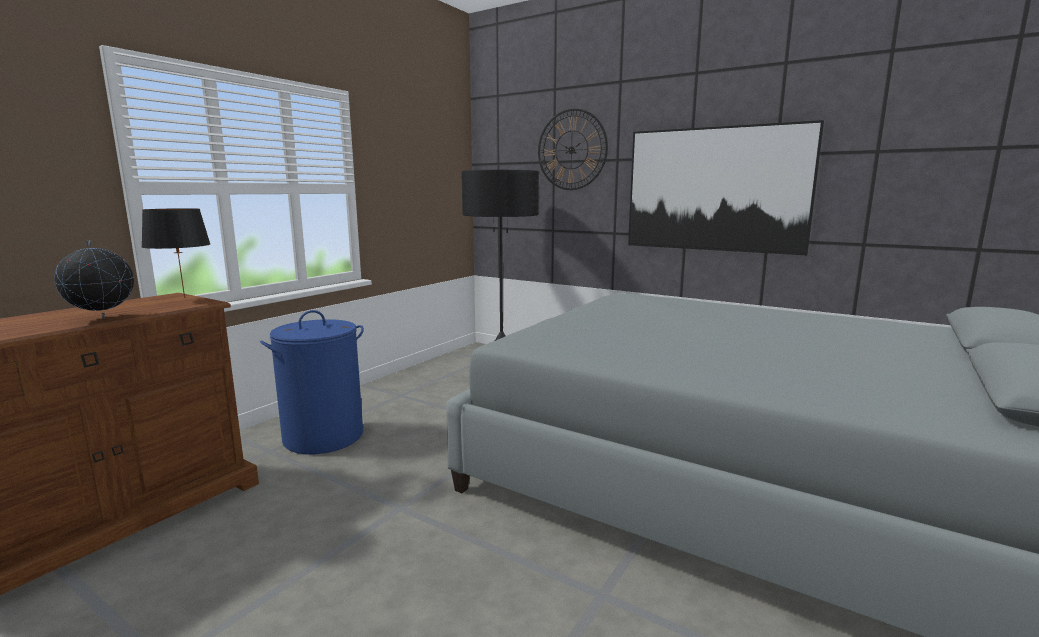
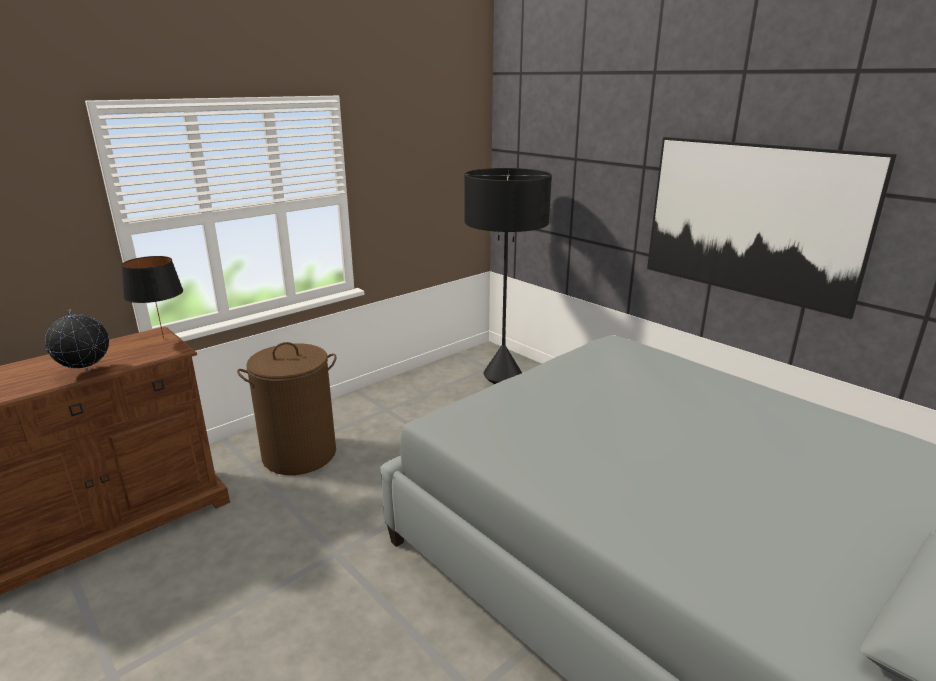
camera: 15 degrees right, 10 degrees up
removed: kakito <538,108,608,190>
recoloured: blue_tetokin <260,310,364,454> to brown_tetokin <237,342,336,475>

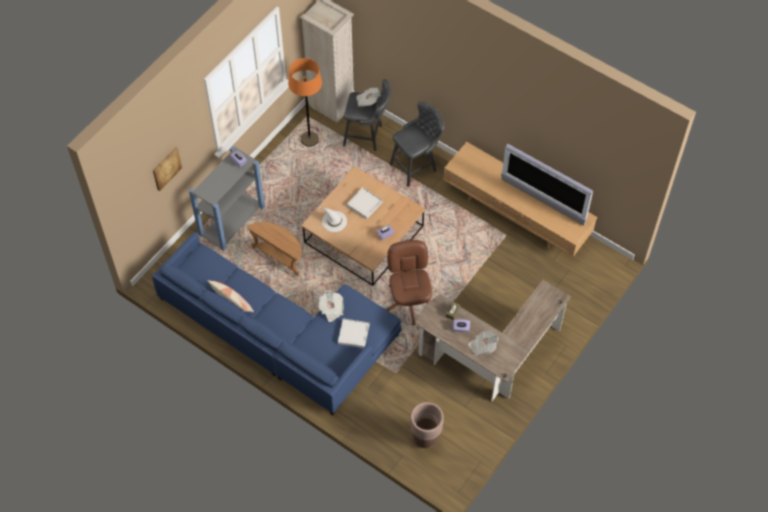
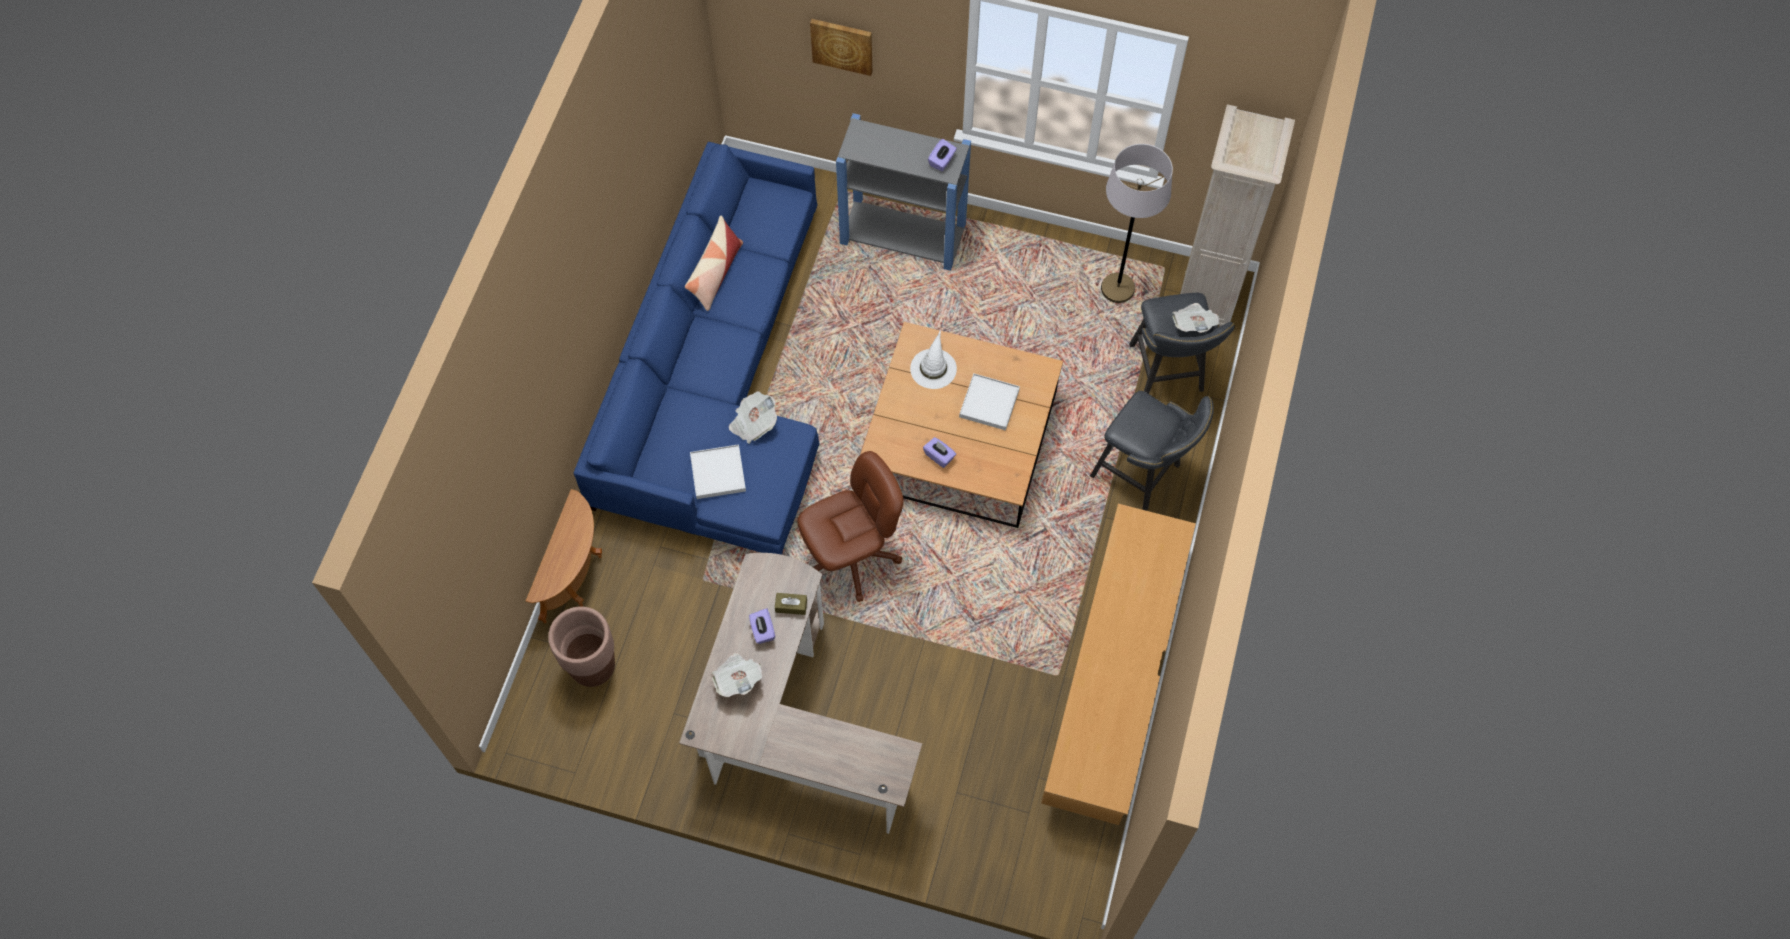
camera: 70 degrees right, 5 degrees up
removed: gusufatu <501,144,593,226>
moved: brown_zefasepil <246,222,301,277> to <526,489,602,624>
recoloured: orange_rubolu <288,58,322,147> to grey_rubolu <1101,144,1173,303>

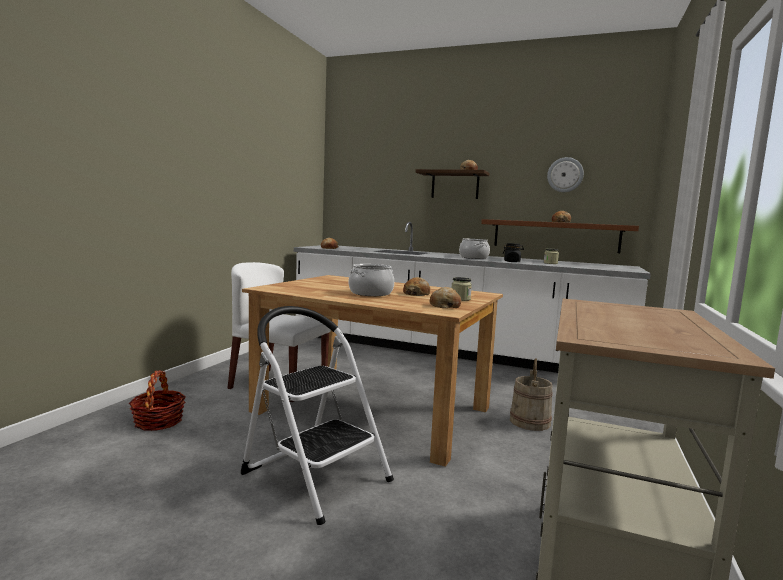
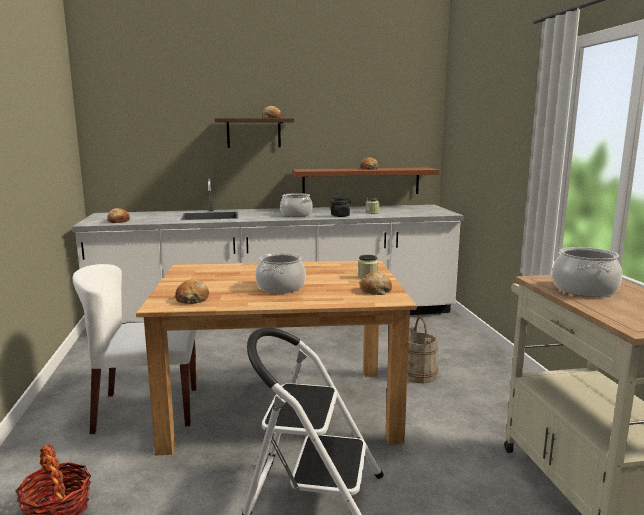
camera: 30 degrees left, 5 degrees up
removed: kakito <547,157,584,192>
added: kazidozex <552,247,622,297>
moved: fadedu <403,277,430,296> to <175,279,209,304>

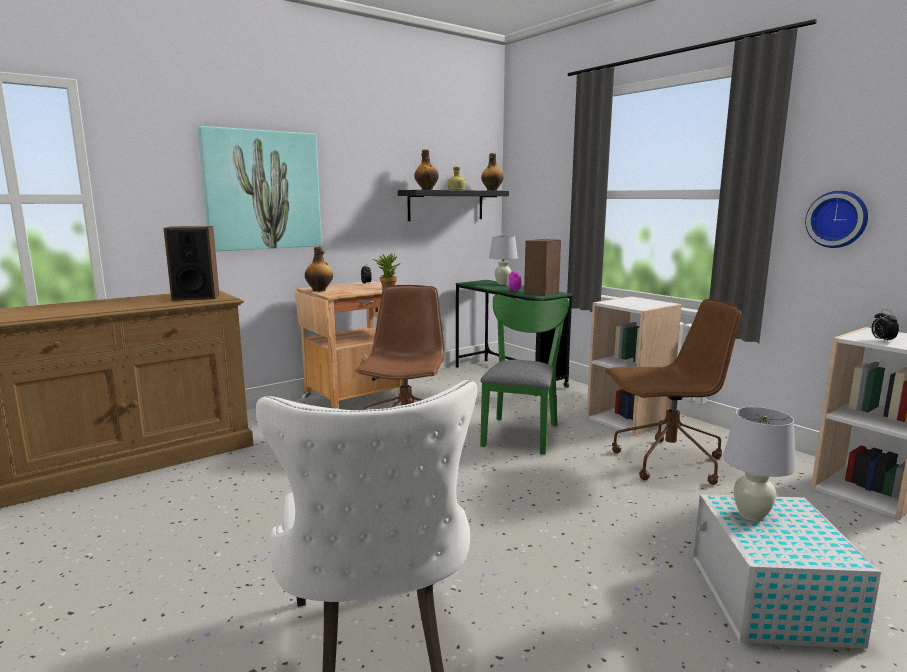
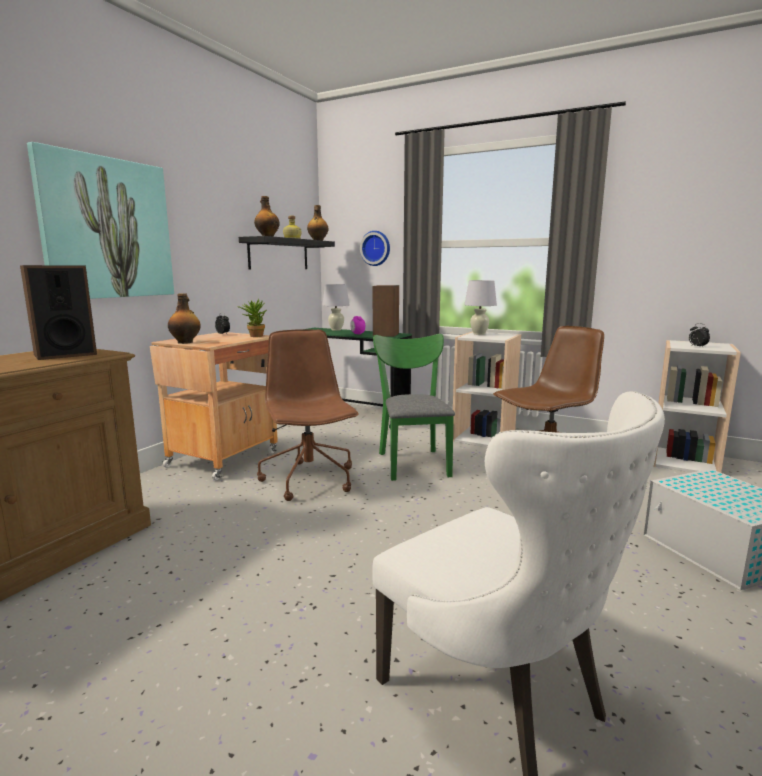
camera: 25 degrees left, 0 degrees up
moved: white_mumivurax <723,407,796,522> to <464,280,497,335>; kakito <805,191,868,248> to <360,231,390,266>

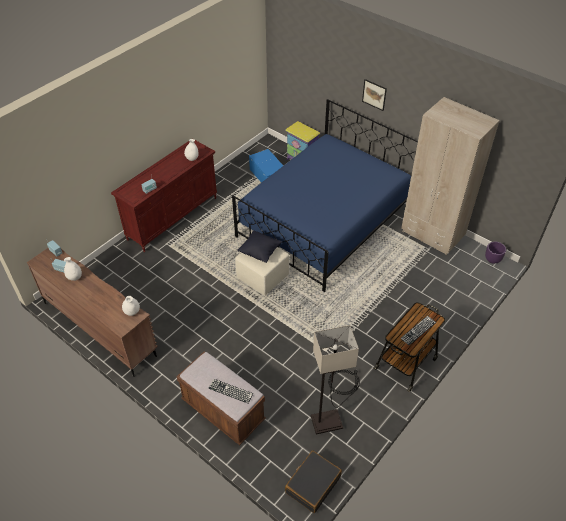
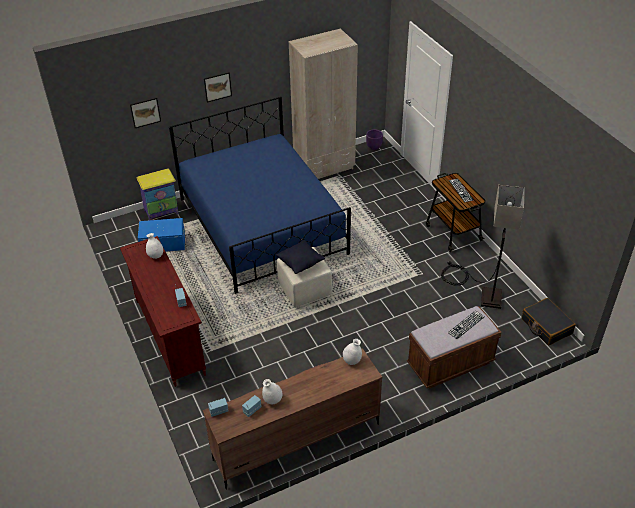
camera: 65 degrees left, 5 degrees down
added: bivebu <130,98,161,128>

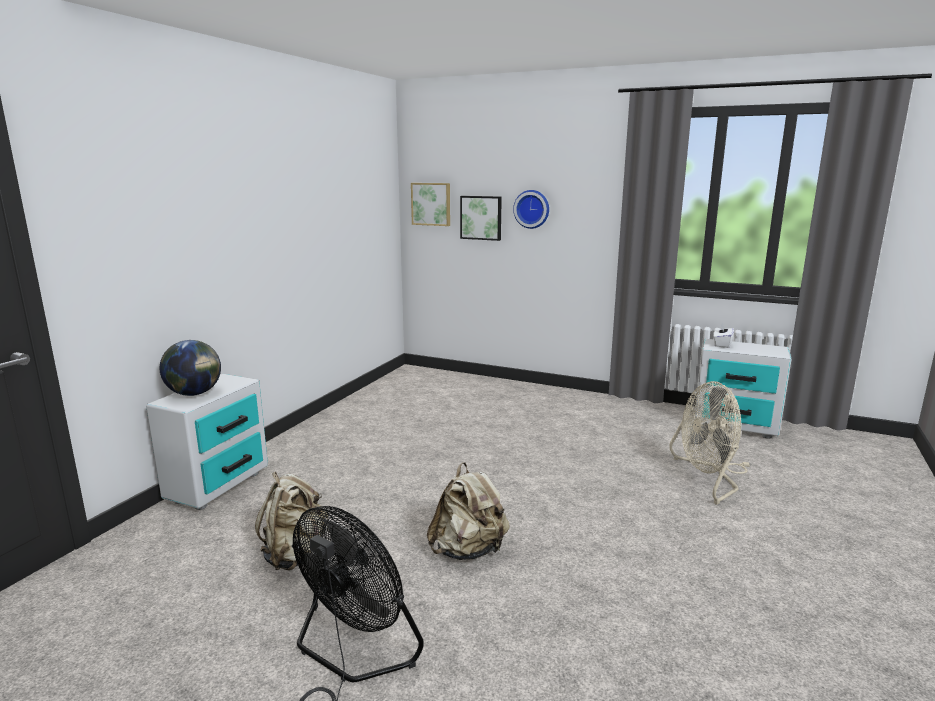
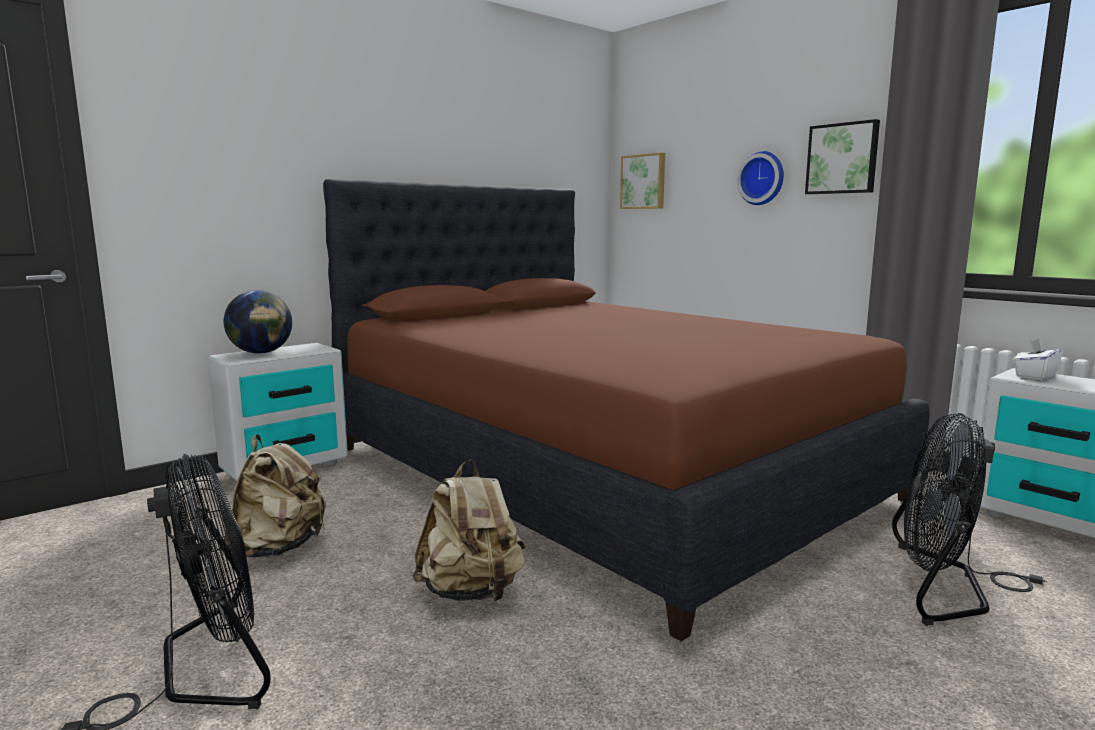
camera: 25 degrees right, 5 degrees down
added: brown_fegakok <323,179,930,641>
moved: bivebu <460,196,502,241> to <805,119,880,194>
recoloured: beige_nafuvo <669,381,751,505> to black_nafuvo <892,413,1047,626>

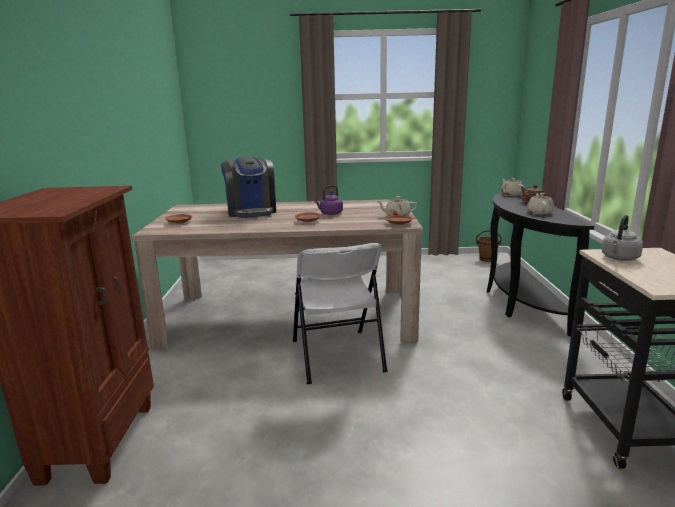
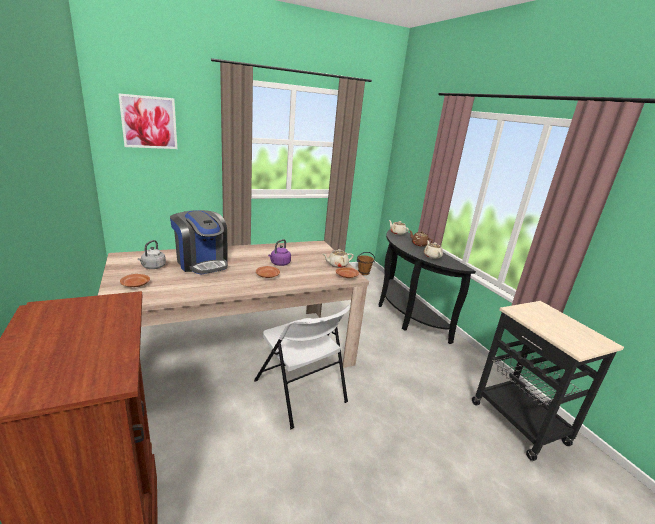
camera: 25 degrees left, 5 degrees up
added: bivebu <118,93,177,149>
moved: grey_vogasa <602,215,643,261> to <138,240,166,269>

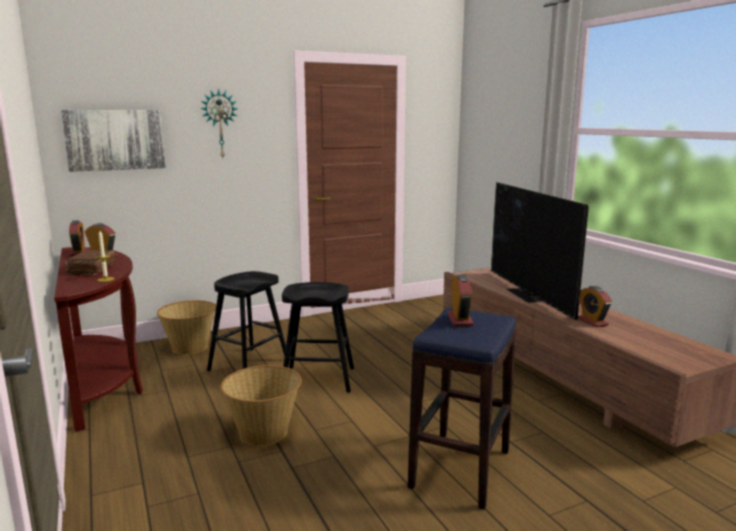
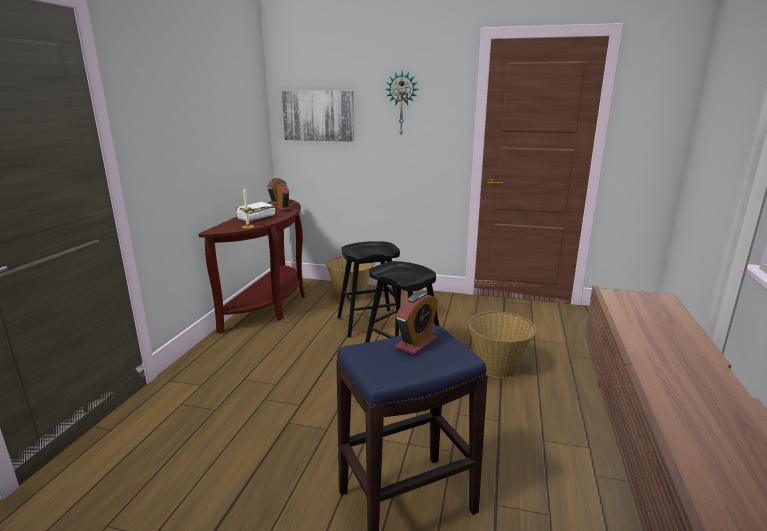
camera: 40 degrees right, 5 degrees up
removed: gusufatu <491,182,589,320>; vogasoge <578,286,612,327>
moved: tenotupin <221,365,302,446> to <468,311,537,378>
recoloured: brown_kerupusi <65,250,115,275> to white_kerupusi <236,202,275,222>

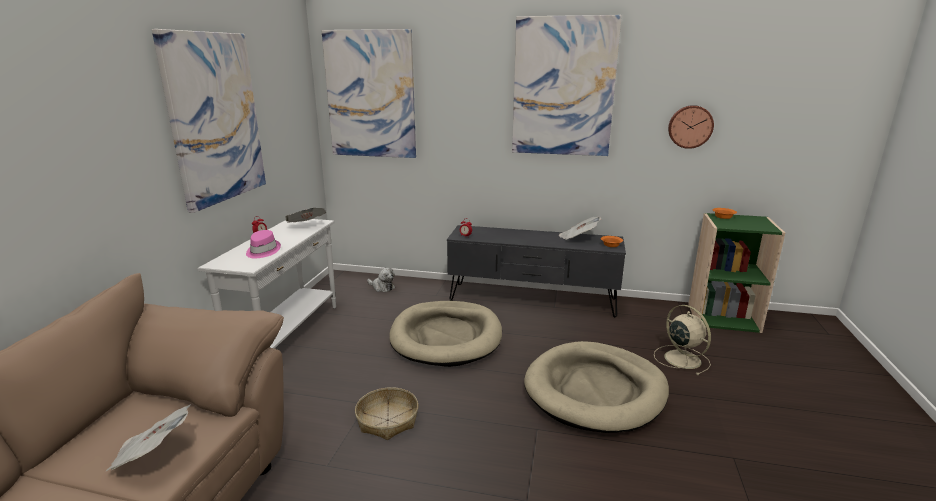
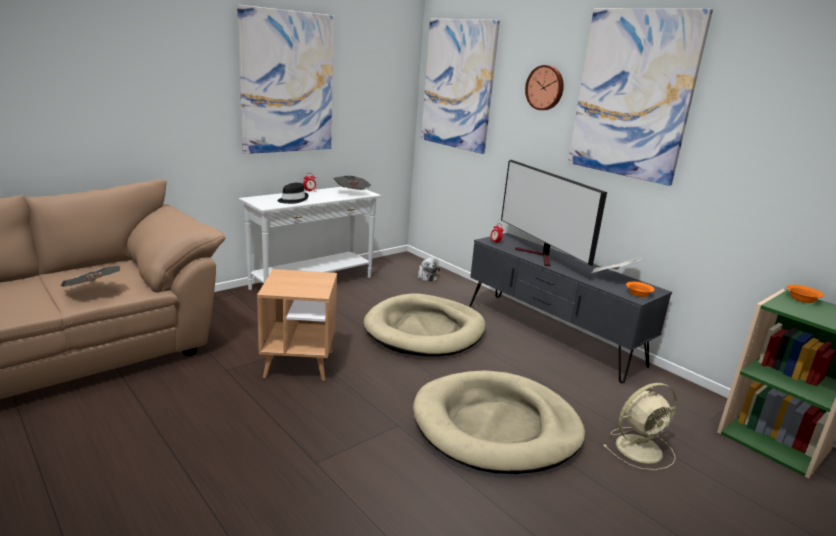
camera: 35 degrees right, 0 degrees up
added: gusufatu <501,159,607,266>
moved: kakito <668,105,714,149> to <525,65,564,110>
replaced: tenotupin <355,387,419,440> to brown_zefasepil <257,269,337,381>
recoloured: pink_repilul <246,230,281,258> to black_repilul <277,183,308,204>
turned: beige_nafuvo <654,305,711,375> = <603,383,677,470> 60 degrees clockwise

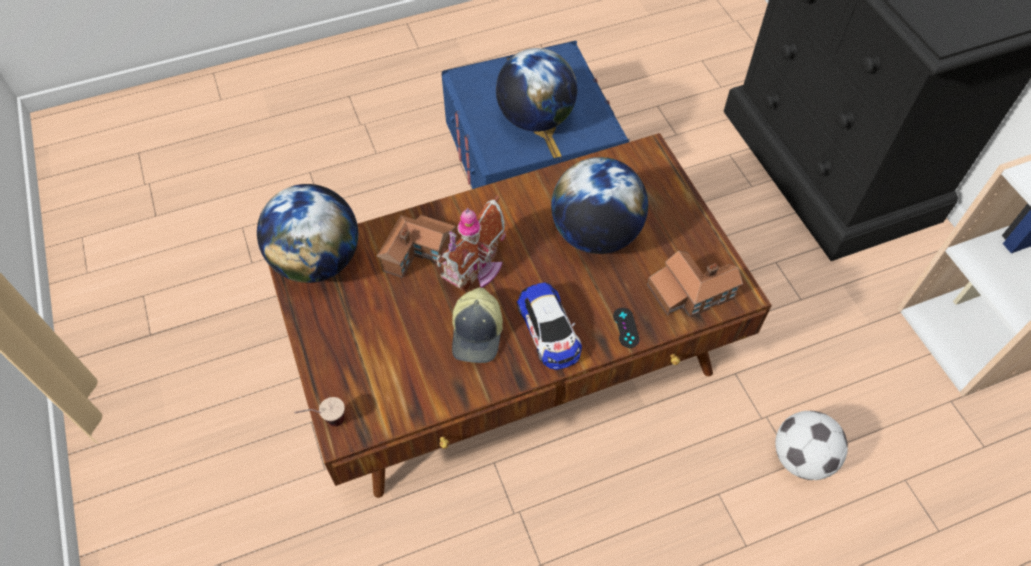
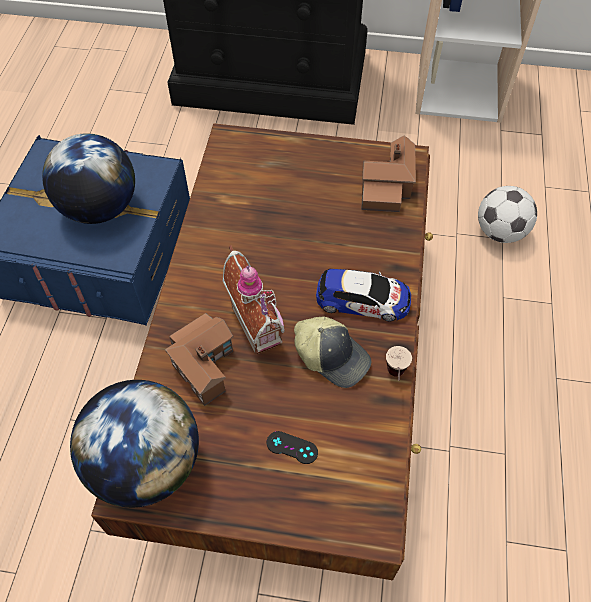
camera: 60 degrees left, 0 degrees up
removed: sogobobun <551,157,648,254>
moved: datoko <294,397,345,427> to <386,346,412,381>; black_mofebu <613,308,640,348> to <267,431,318,464>

